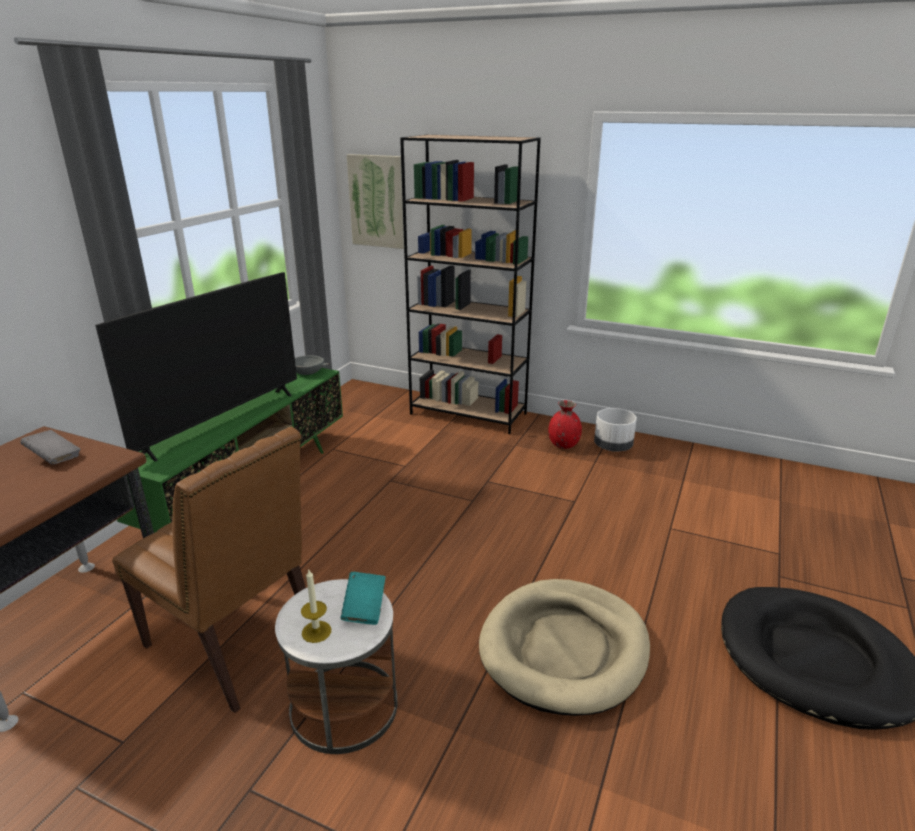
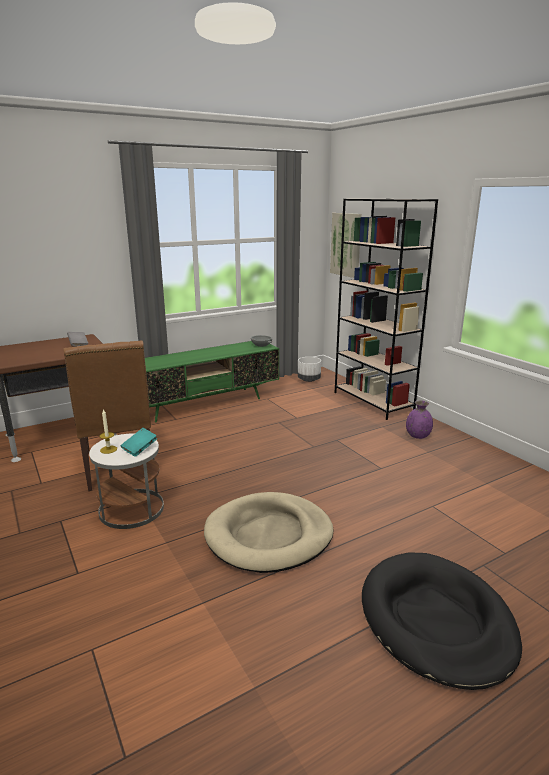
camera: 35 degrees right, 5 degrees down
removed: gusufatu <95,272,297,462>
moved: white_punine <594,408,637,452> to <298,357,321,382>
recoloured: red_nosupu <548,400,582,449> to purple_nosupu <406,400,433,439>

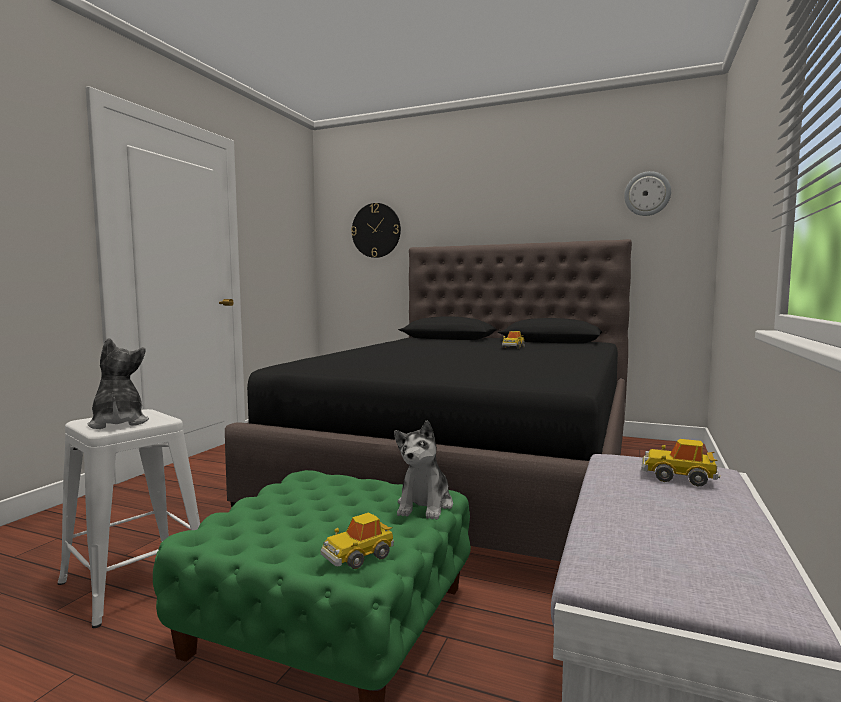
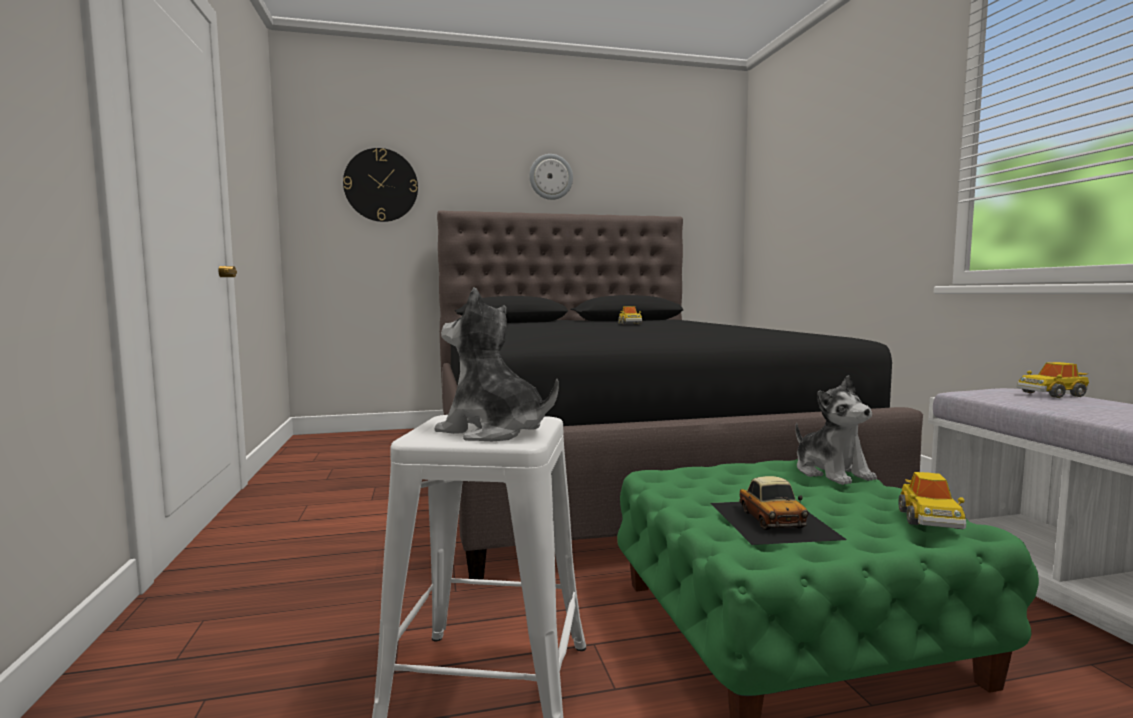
camera: 35 degrees left, 0 degrees up
added: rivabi <711,476,847,545>
moved: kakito <624,171,671,216> to <529,154,573,200>

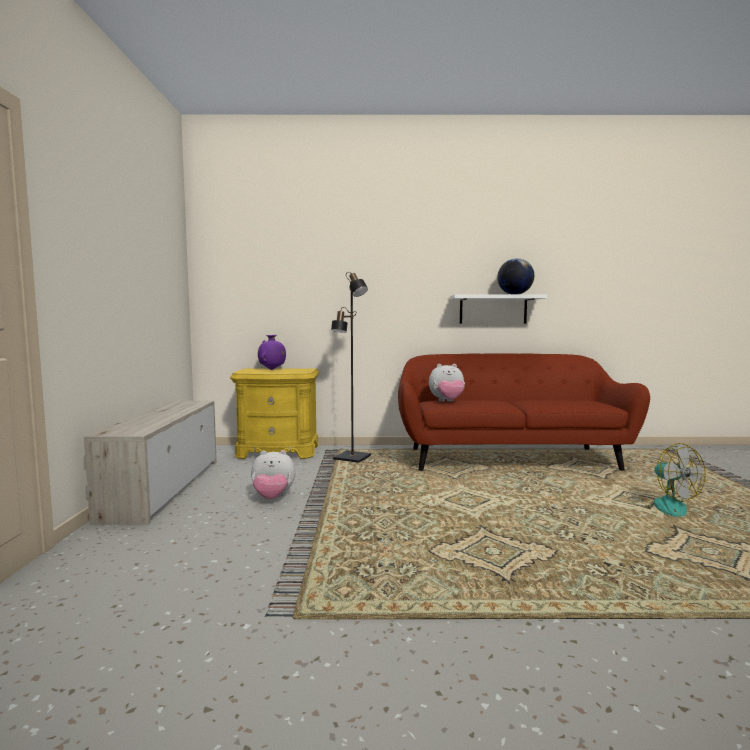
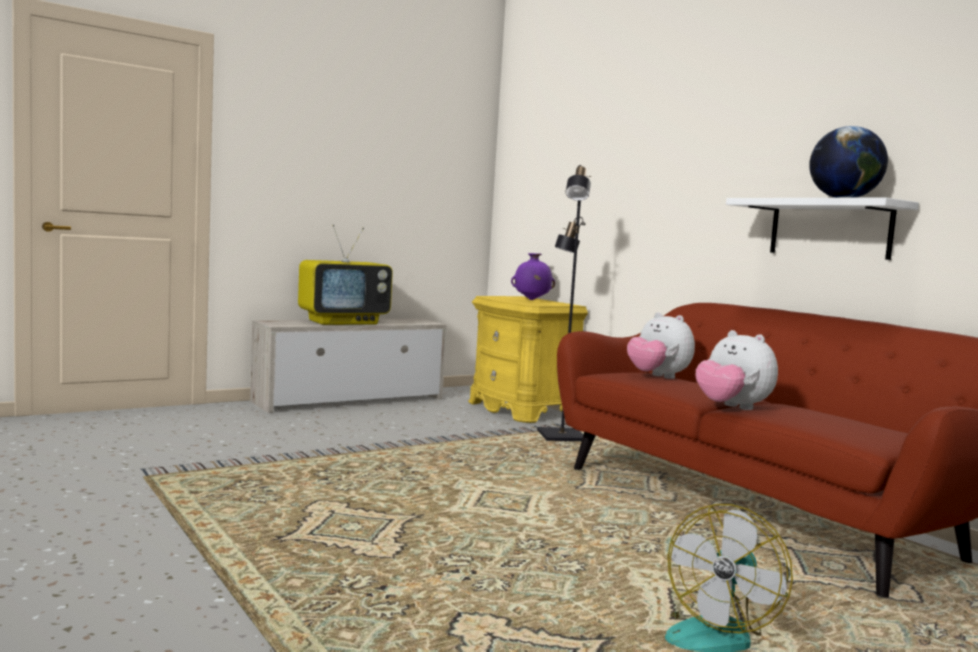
camera: 55 degrees right, 0 degrees up
added: gusufatu <298,225,393,325>
moved: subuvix <251,450,296,499> to <696,330,778,410>

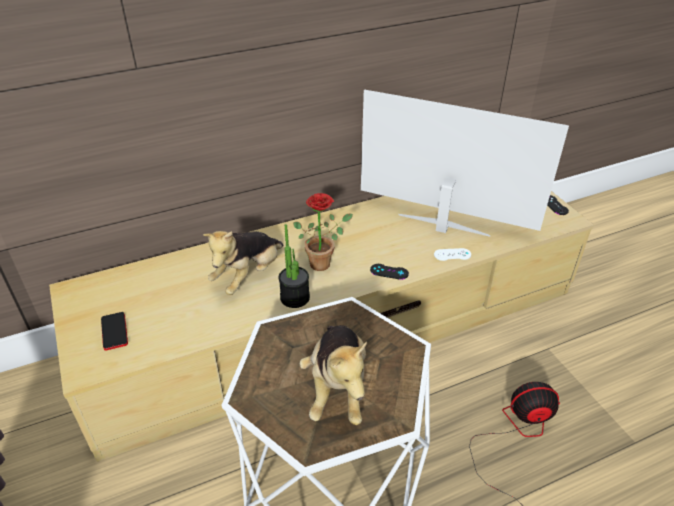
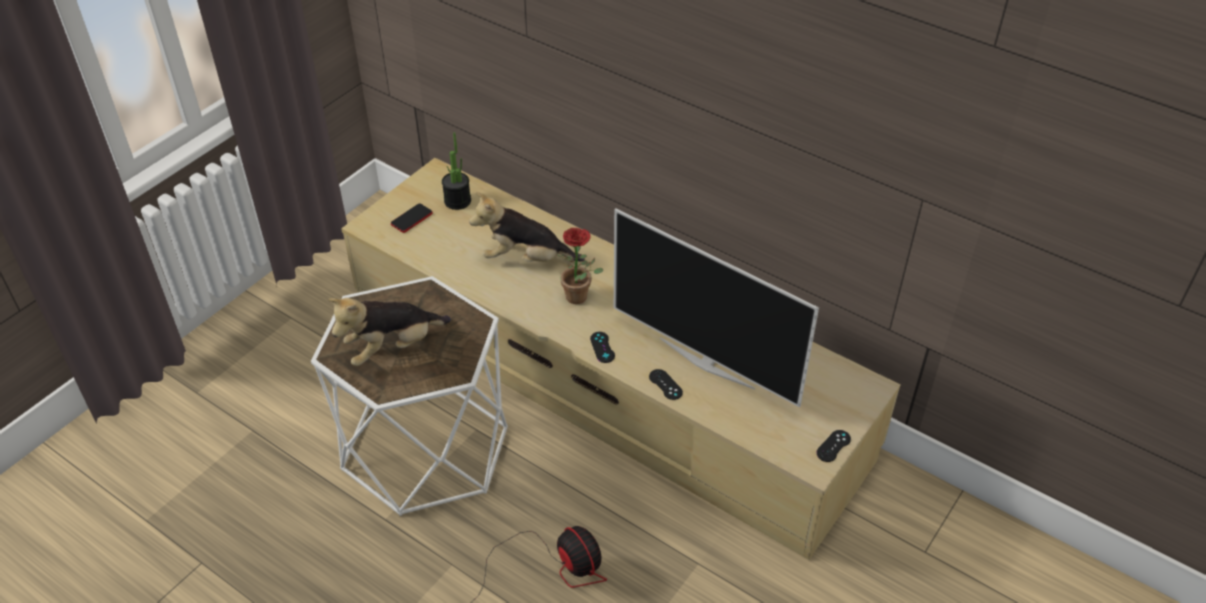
camera: 60 degrees right, 5 degrees up
moved: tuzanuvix <279,224,310,308> to <442,132,471,210>
recoloured: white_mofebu <434,248,471,261> to black_mofebu <649,369,683,400>
turned: gusufatu <361,90,569,237> = <614,208,819,408> 135 degrees clockwise

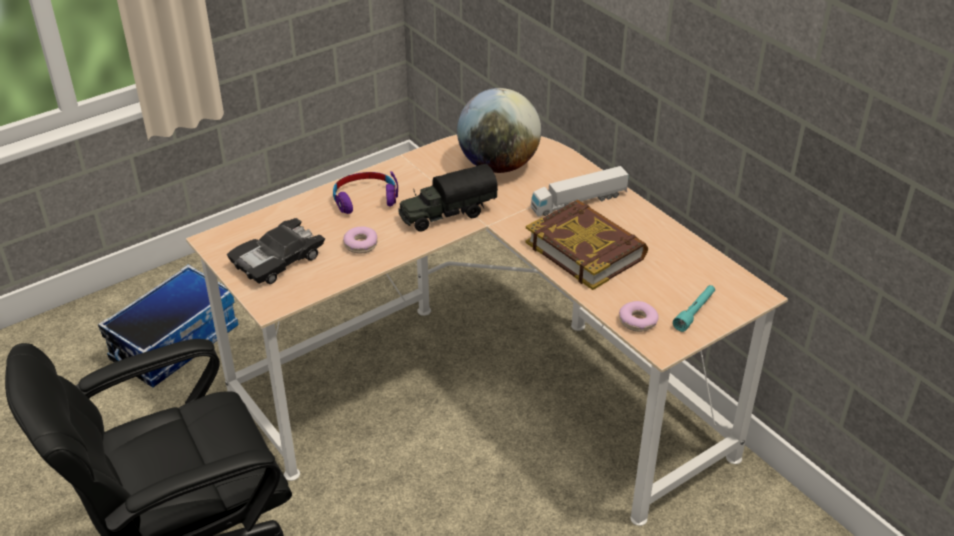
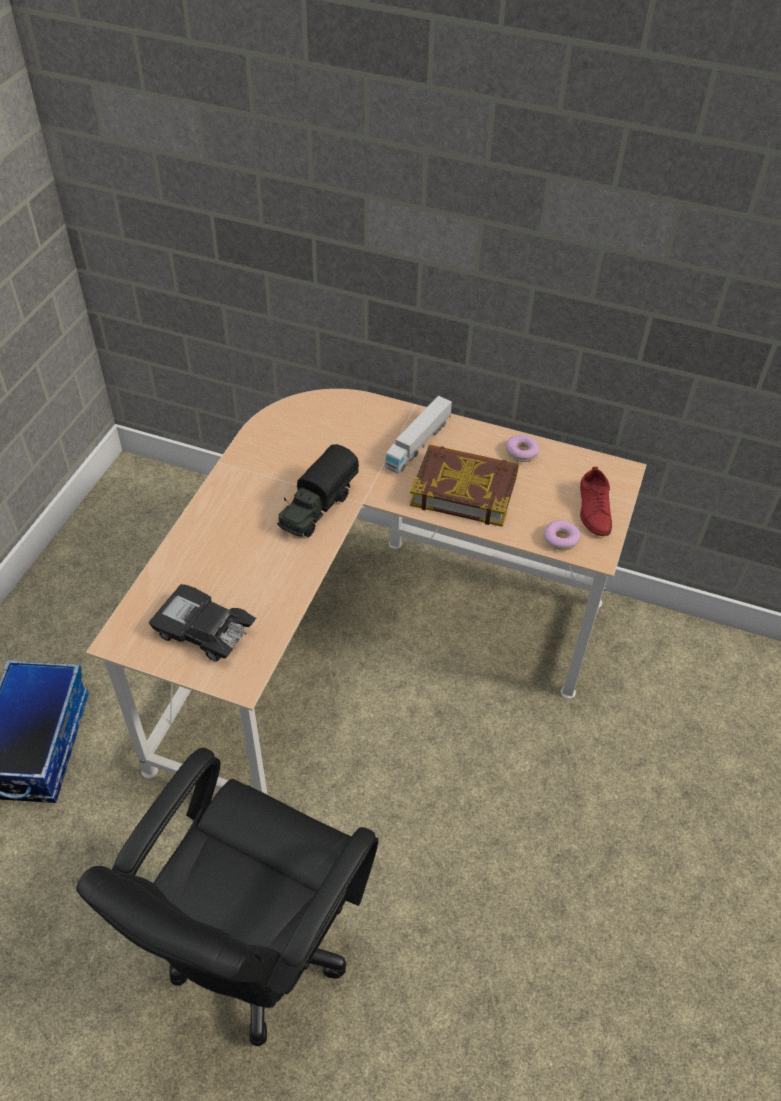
camera: 35 degrees left, 10 degrees up
removed: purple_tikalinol <333,171,398,214>; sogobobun <457,88,541,173>
moved: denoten <343,226,378,254> to <506,435,540,462>
replaced: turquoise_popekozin <673,285,715,332> to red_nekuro <580,467,612,536>
turned: black_rivabi <227,218,325,284> = <148,584,257,662> 105 degrees clockwise

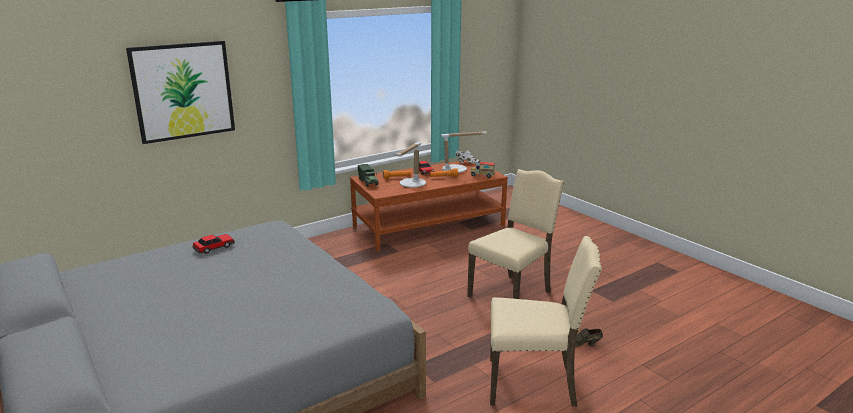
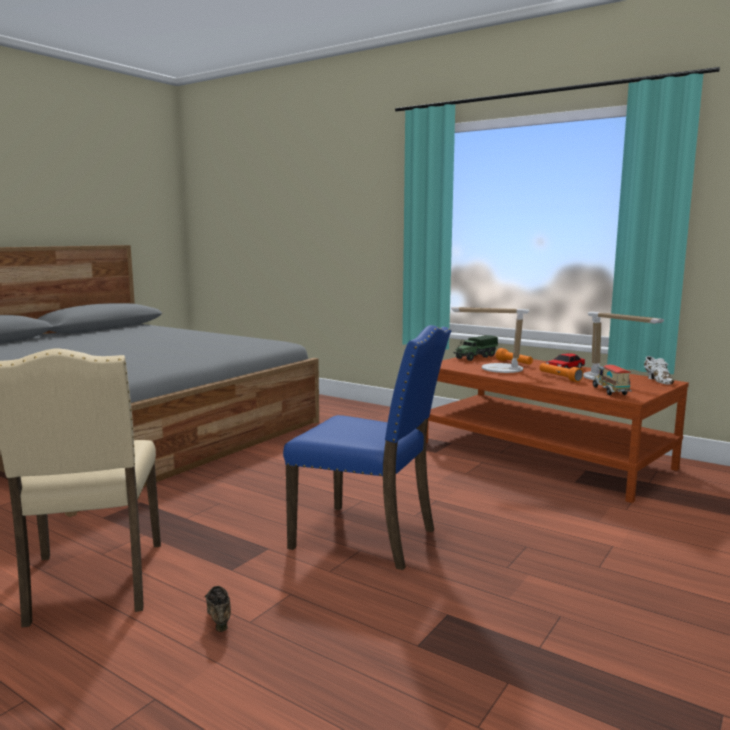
camera: 70 degrees right, 10 degrees down
removed: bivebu <126,41,235,144>; rivabi <192,234,234,254>
recoloured: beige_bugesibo <467,169,564,299> to blue_bugesibo <283,325,451,570>

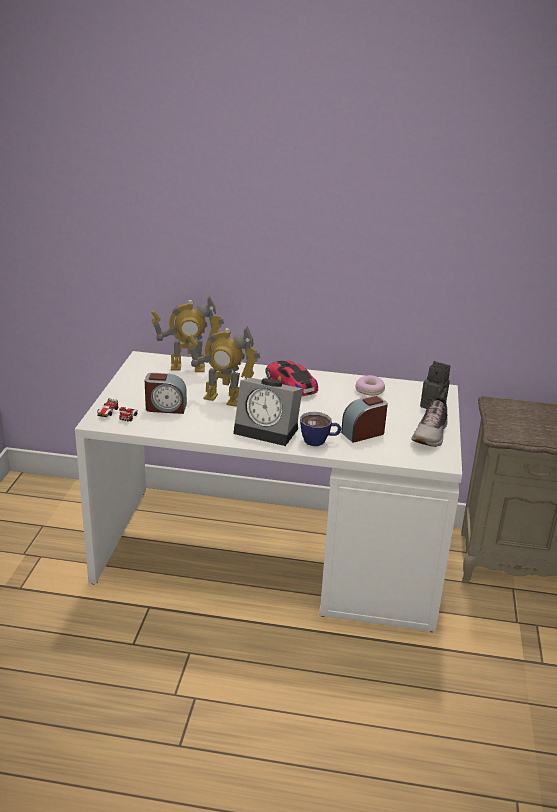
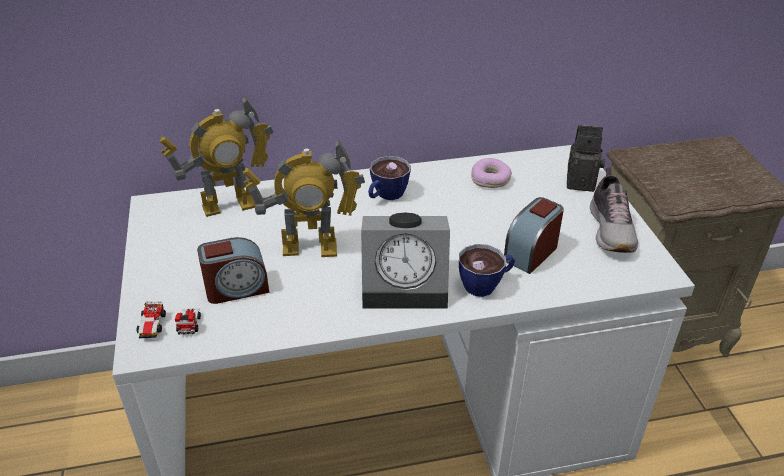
camera: 20 degrees left, 10 degrees up
replaced: rivabi <266,361,318,396> to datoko <368,156,411,200>

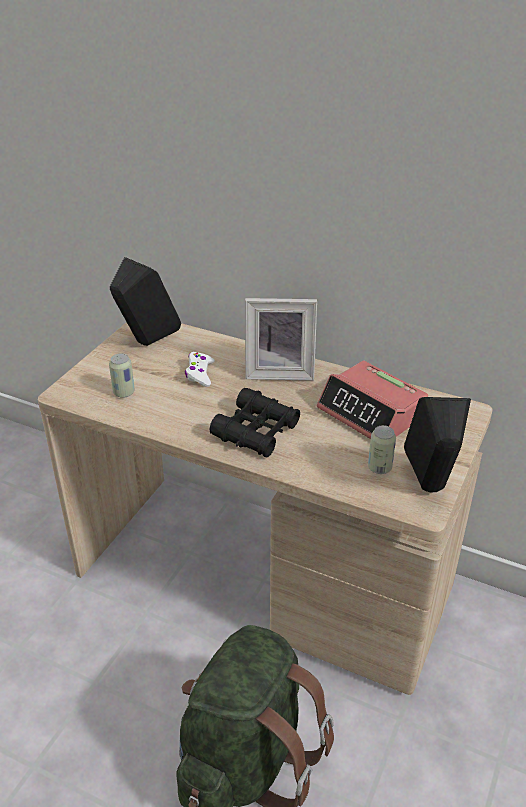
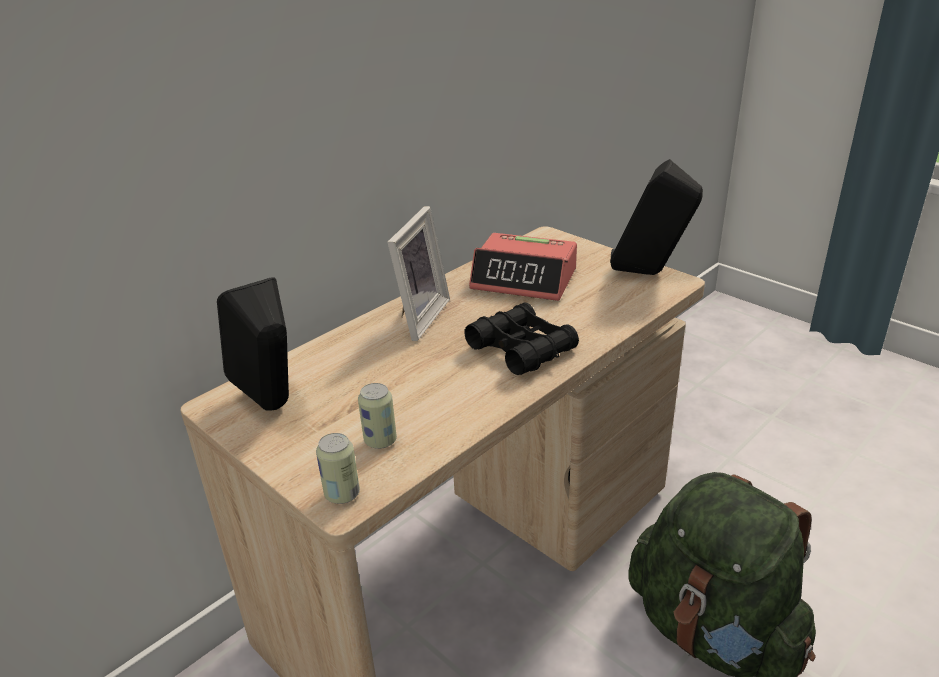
camera: 70 degrees left, 5 degrees down
removed: white_mofebu <185,352,215,387>
moved: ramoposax <368,425,396,474> to <316,433,360,504>
turned: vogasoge <317,361,428,439> = <469,233,577,301> 45 degrees clockwise

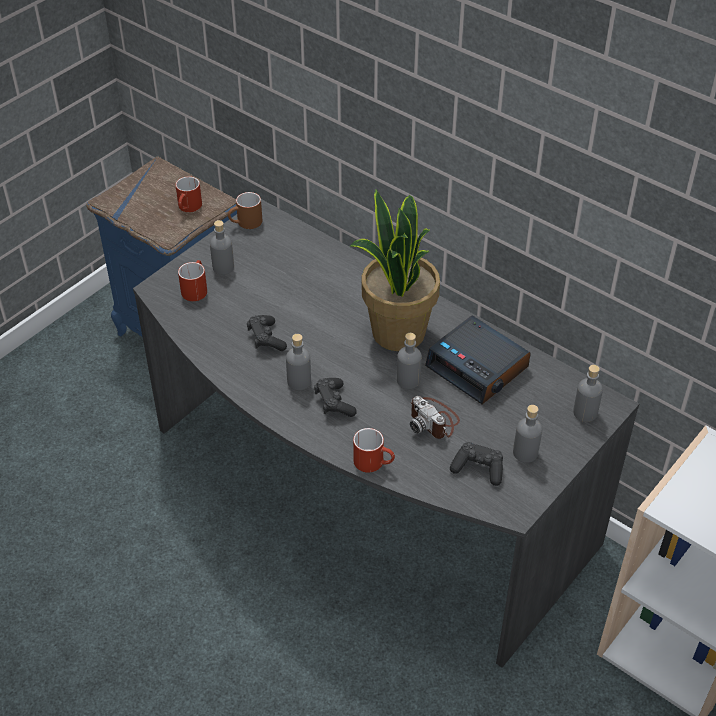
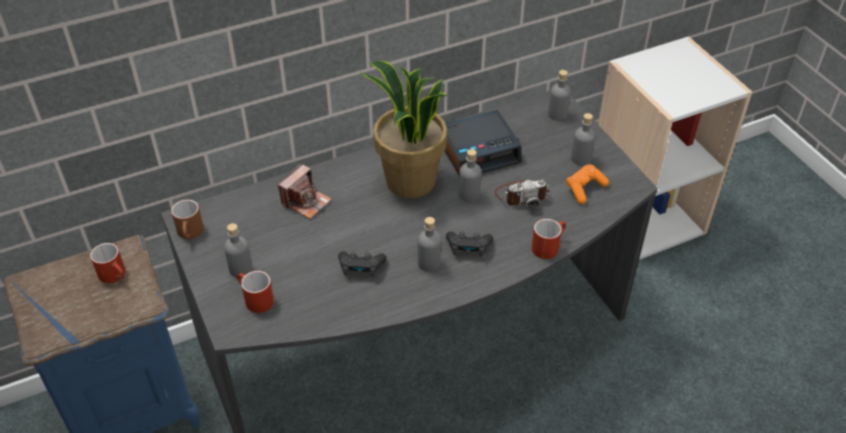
camera: 65 degrees left, 0 degrees up
added: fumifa <278,164,332,219>
recoloured: black_mofebu <450,442,503,486> to orange_mofebu <566,164,609,204>

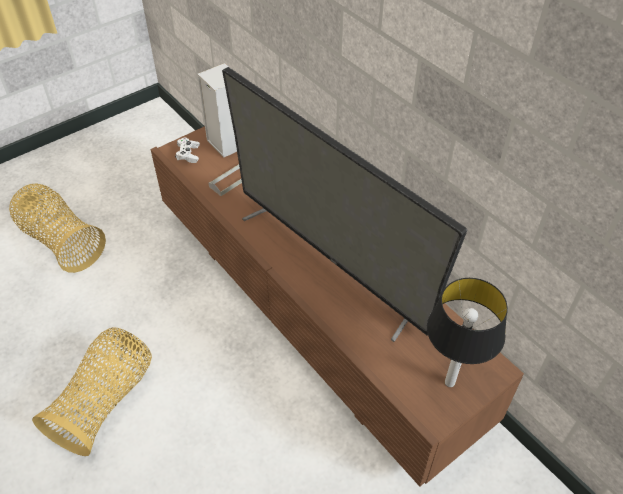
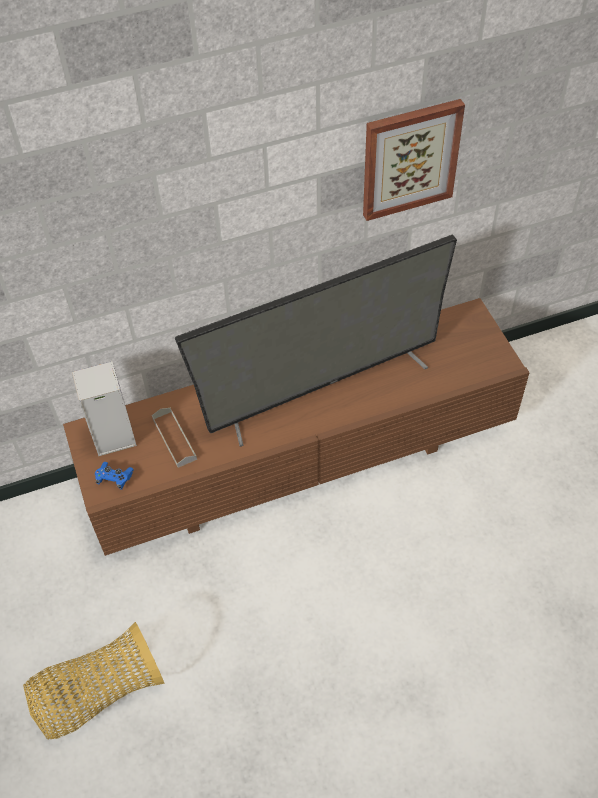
camera: 70 degrees left, 5 degrees up
removed: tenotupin <32,327,152,456>; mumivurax <427,278,508,387>
added: bivebu <363,99,465,221>
recoloured: white_mofebu <175,138,200,163> to blue_mofebu <95,462,134,490>

